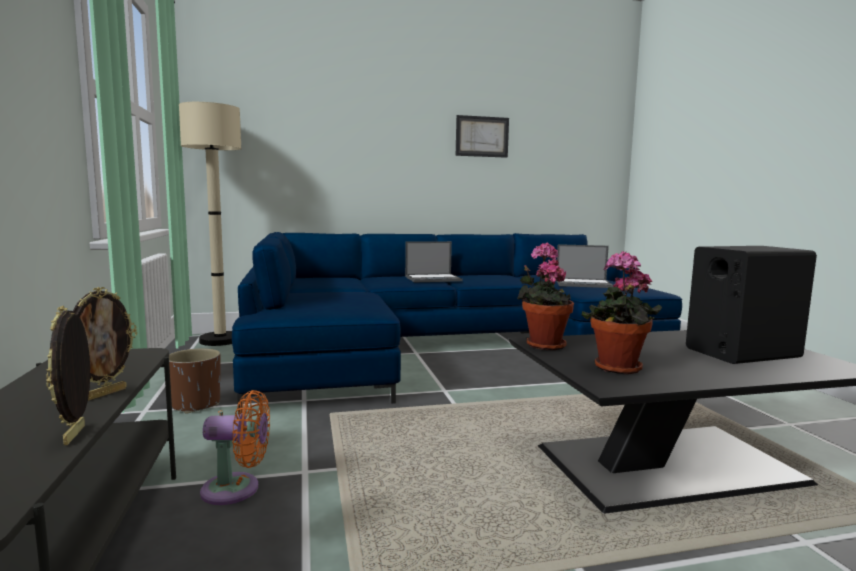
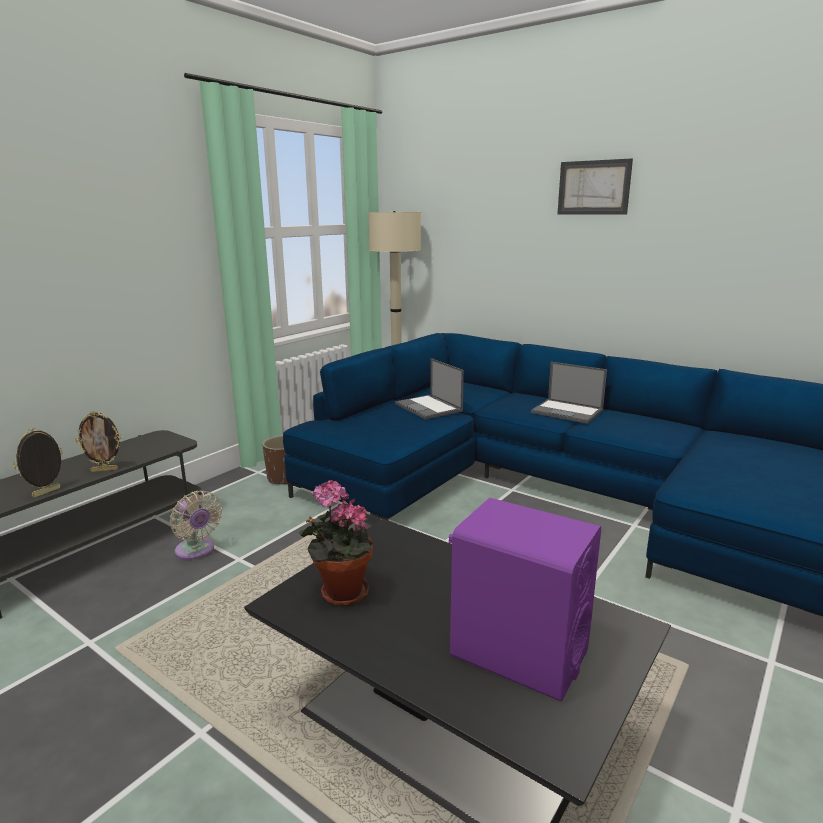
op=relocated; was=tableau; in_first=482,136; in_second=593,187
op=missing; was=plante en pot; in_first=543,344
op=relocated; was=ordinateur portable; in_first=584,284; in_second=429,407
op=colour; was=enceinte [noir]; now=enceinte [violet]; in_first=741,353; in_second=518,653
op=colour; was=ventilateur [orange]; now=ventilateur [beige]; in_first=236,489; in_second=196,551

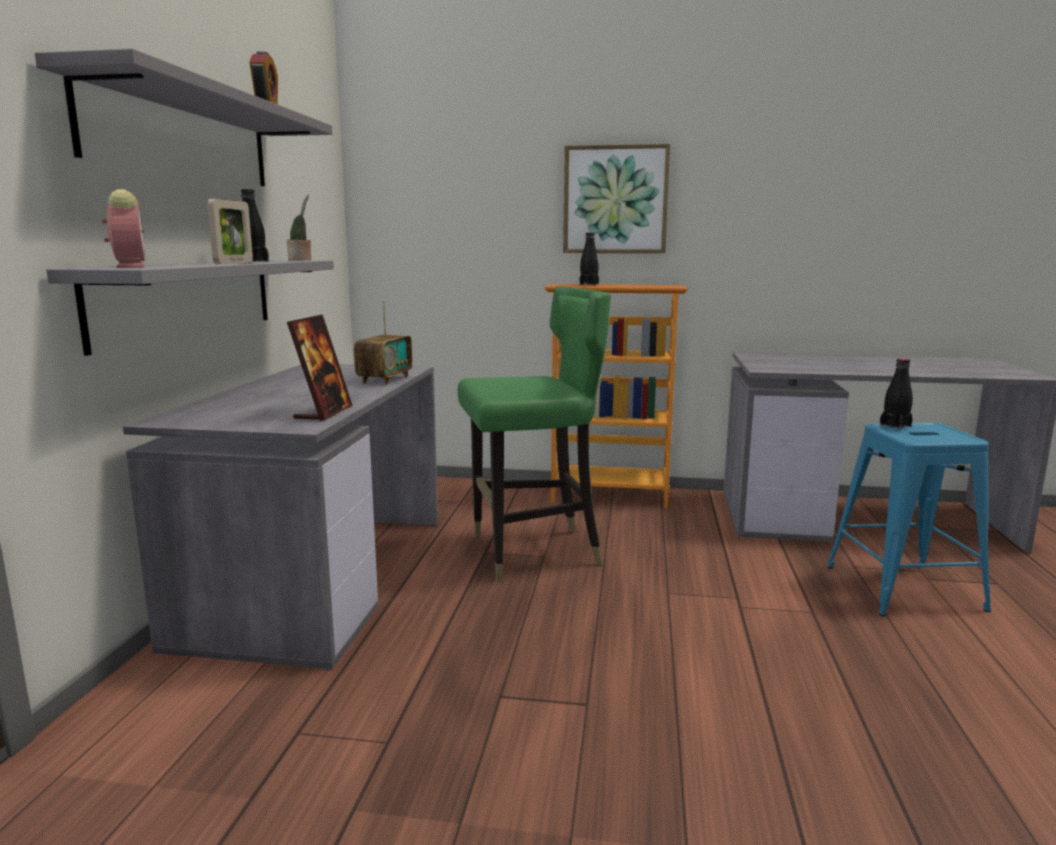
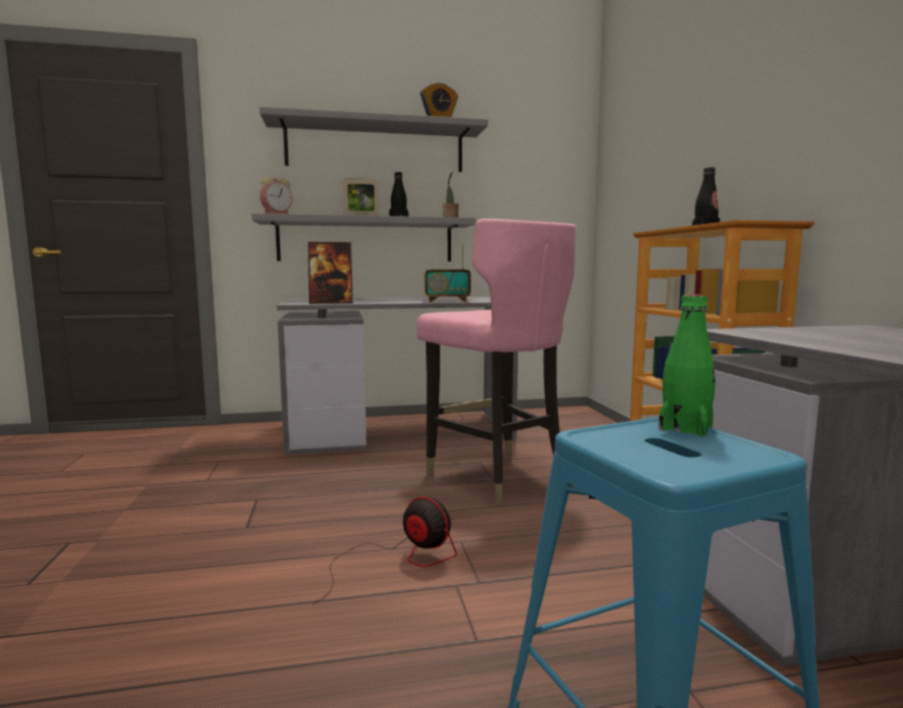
op=missing; was=tableau; in_first=615,200
op=colour; was=chaise [vert]; now=chaise [rose]; in_first=533,553; in_second=496,476
op=colour; was=bouteille [noir]; now=bouteille [vert]; in_first=895,426; in_second=685,428
op=appeared; now=ventilateur; in_second=399,560

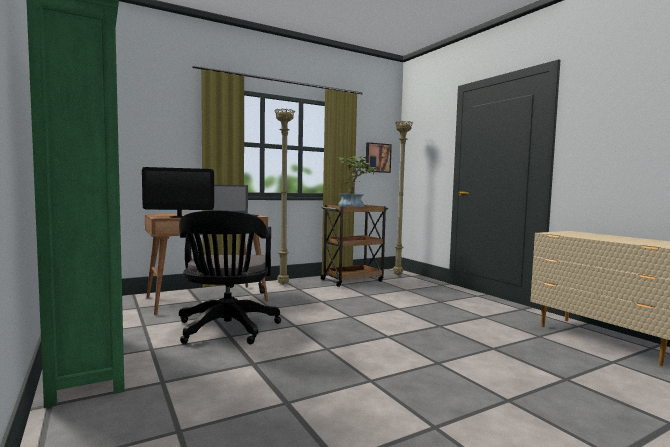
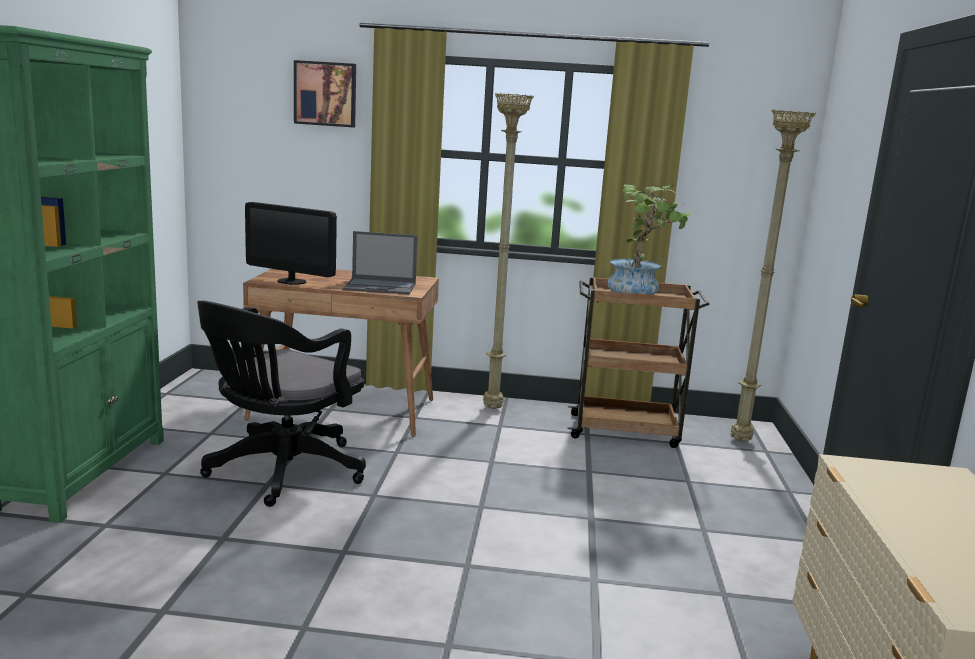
op=relocated; was=tableau; in_first=377,158; in_second=325,94

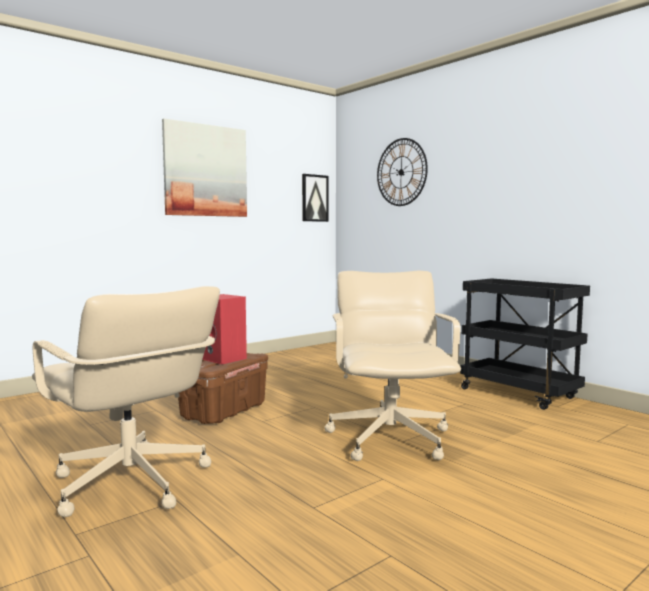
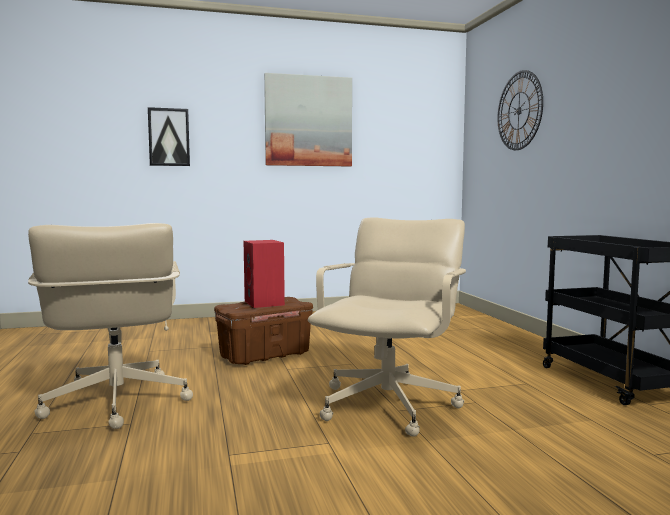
op=relocated; was=tableau; in_first=314,198; in_second=169,137

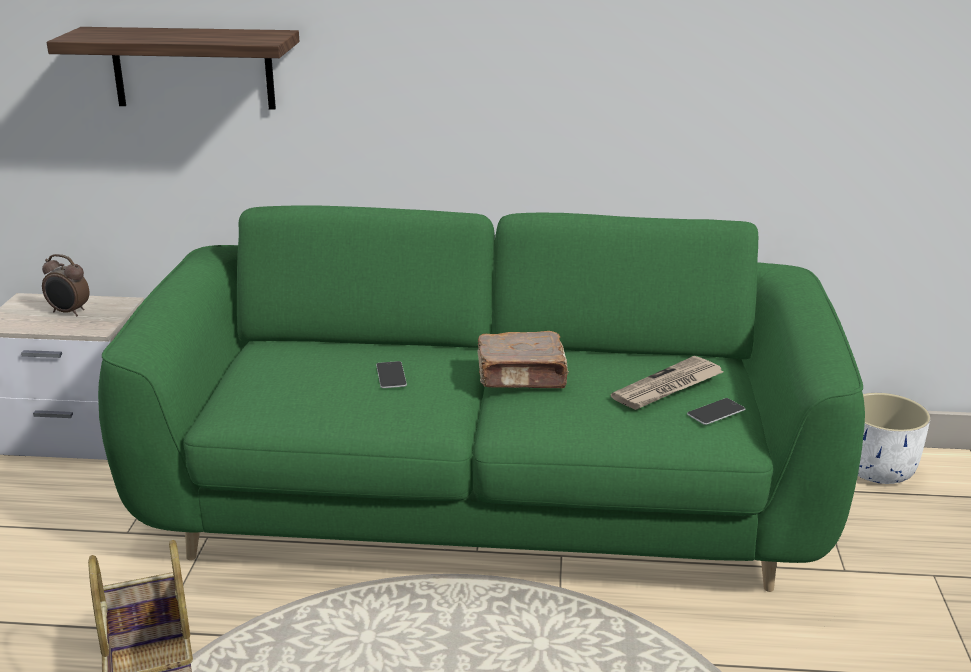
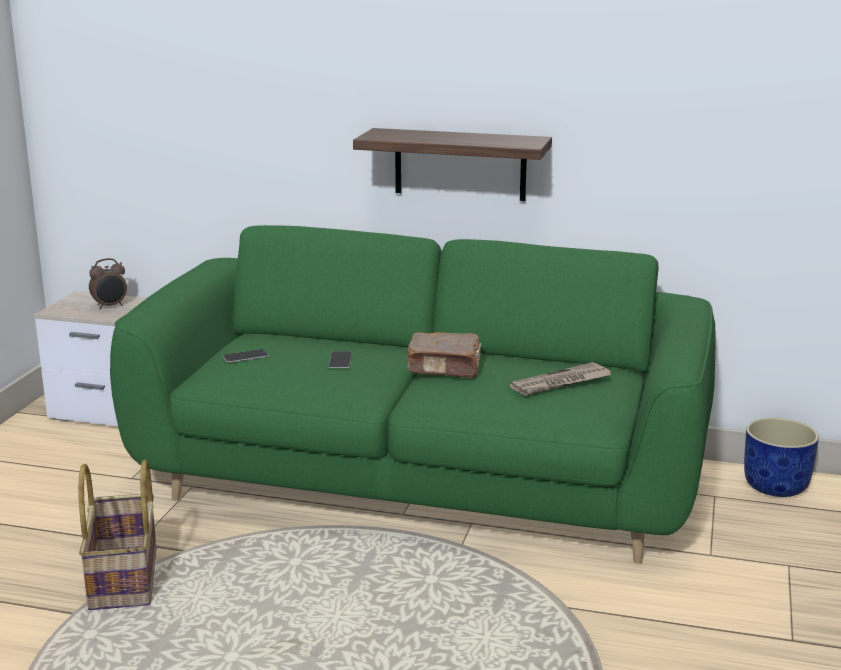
op=relocated; was=étagère; in_first=193,68; in_second=460,164
op=spun; was=réveil; in_first=69,312; in_second=110,306; clockwise=-60
op=colour; was=cache-pot [blanc]; now=cache-pot [bleu]; in_first=879,470; in_second=776,486
op=relocated; was=téléphone; in_first=716,412; in_second=245,356

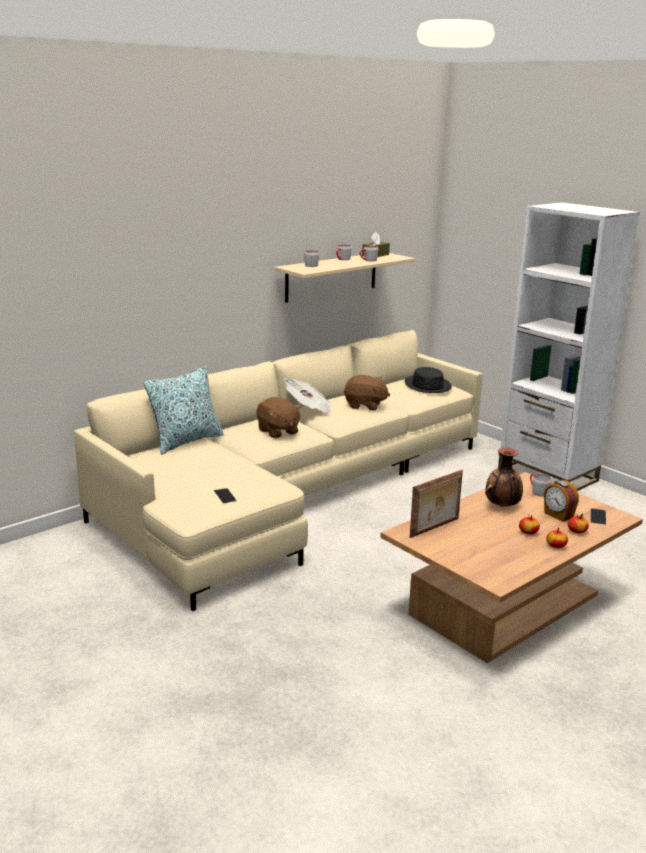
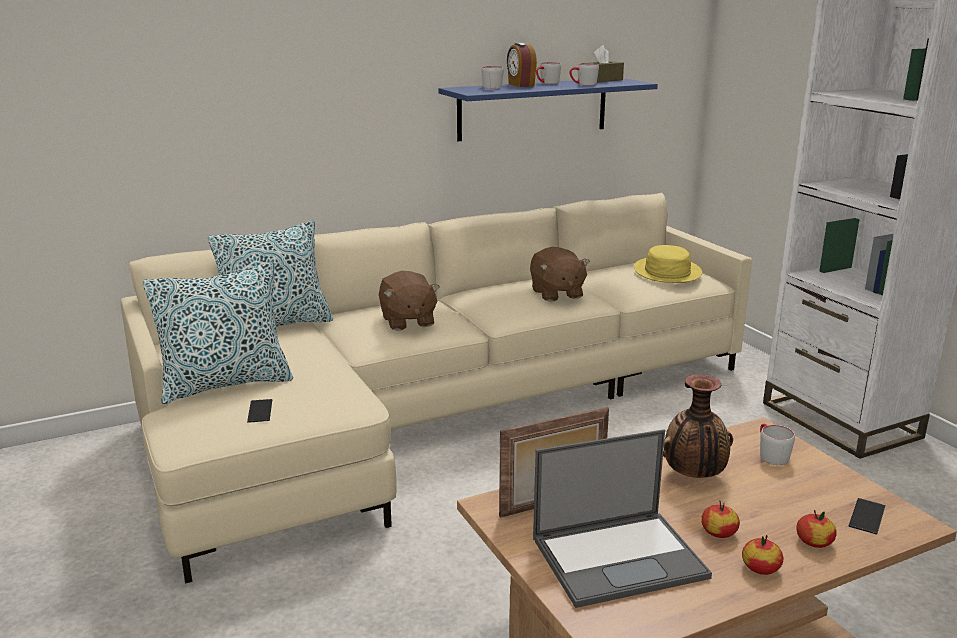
op=colour; was=étagère [beige]; now=étagère [bleu]; in_first=331,276; in_second=533,108
op=colour; was=chapeau [noir]; now=chapeau [jaune]; in_first=427,385; in_second=667,272
op=spun; was=peluche [marron]; in_first=365,405; in_second=556,294; clockwise=45
op=missing; was=journal; in_first=309,409
op=relocated; was=réveil; in_first=558,515; in_second=520,85
op=appeared; now=coussin; in_second=226,384
op=appeared; now=ordinateur portable; in_second=620,557

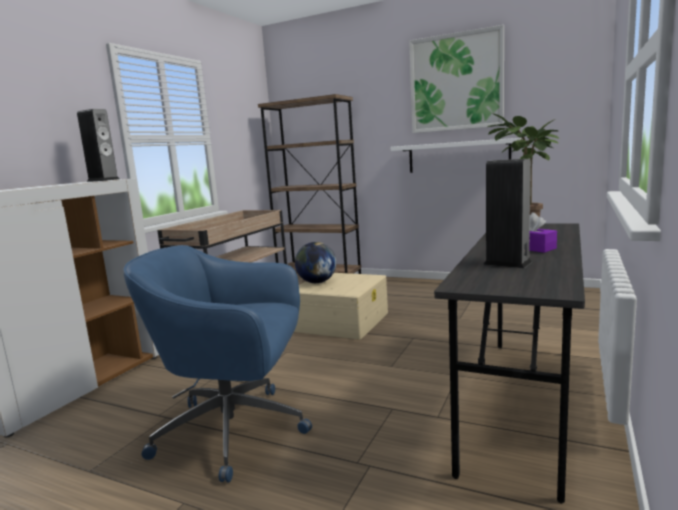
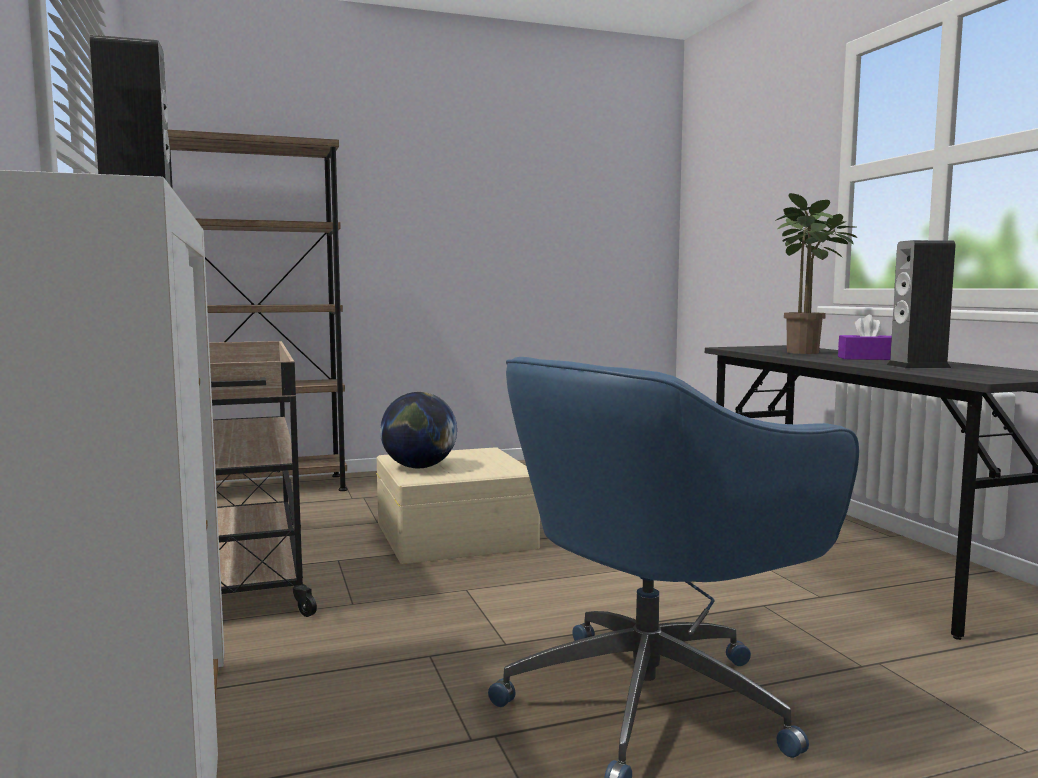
op=missing; was=tableau; in_first=456,82
op=missing; was=étagère [blanc]; in_first=458,156

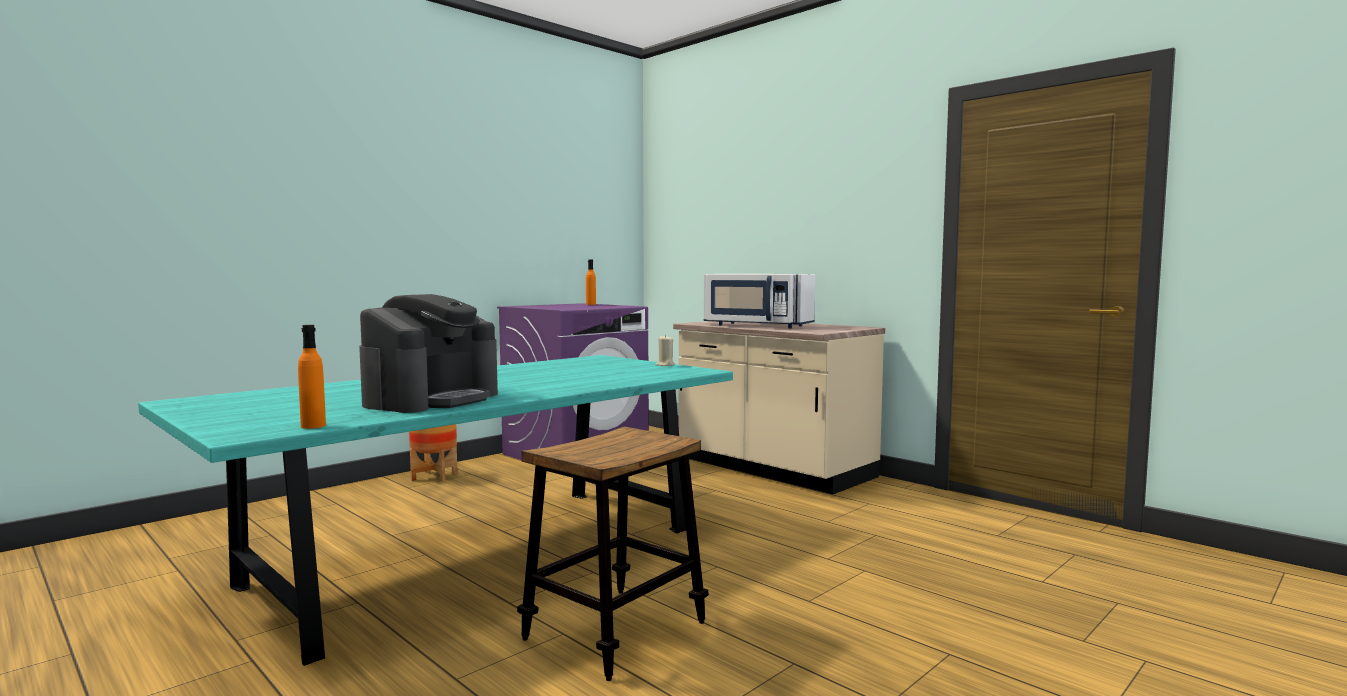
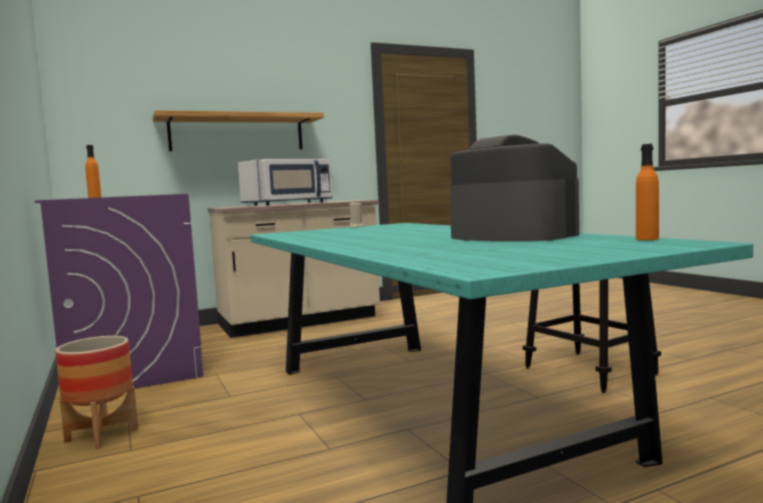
op=appeared; now=étagère; in_second=237,133

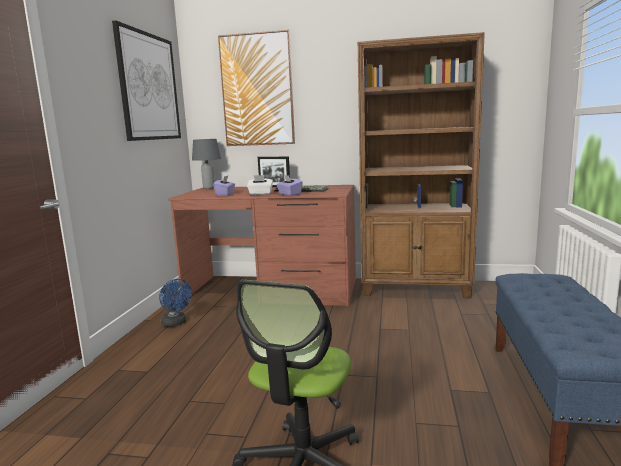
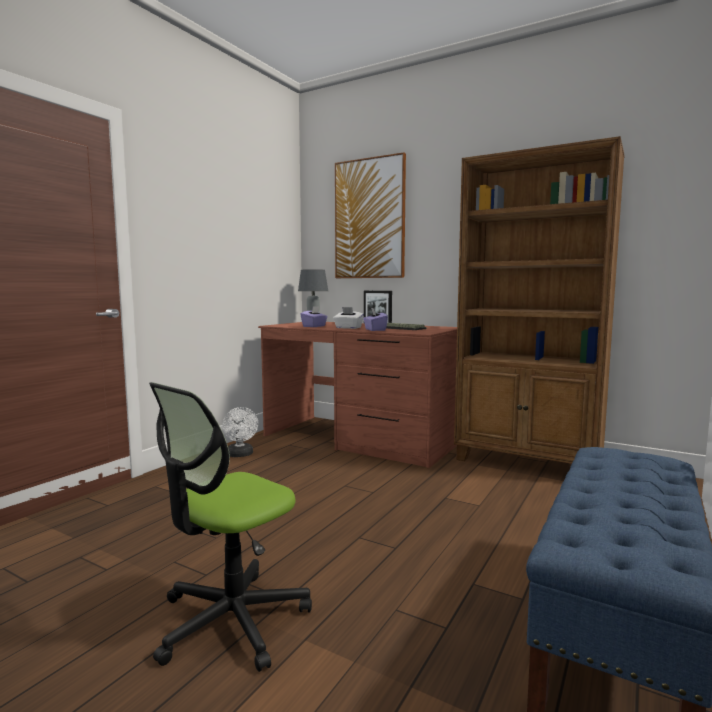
op=missing; was=tableau; in_first=149,87
op=colour; was=ventilateur [bleu]; now=ventilateur [blanc]; in_first=176,323; in_second=240,455

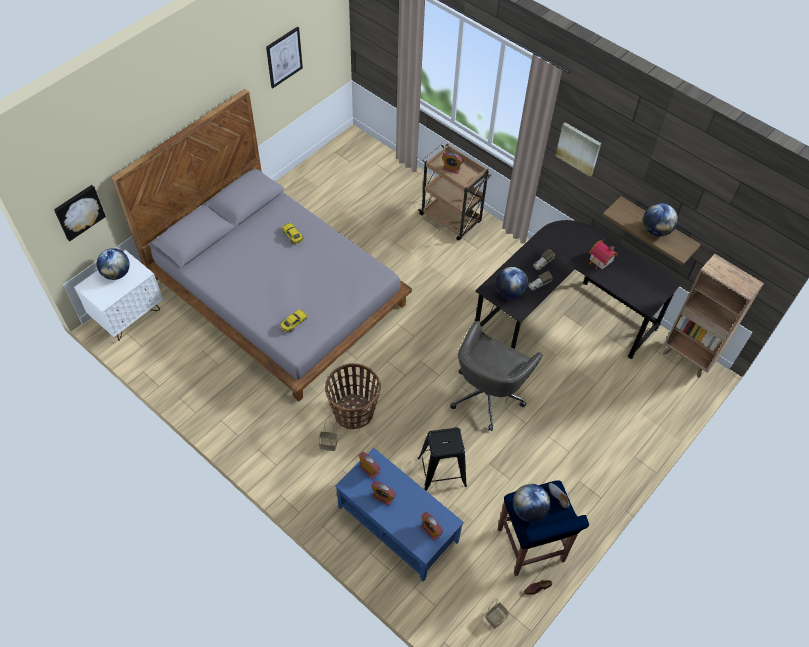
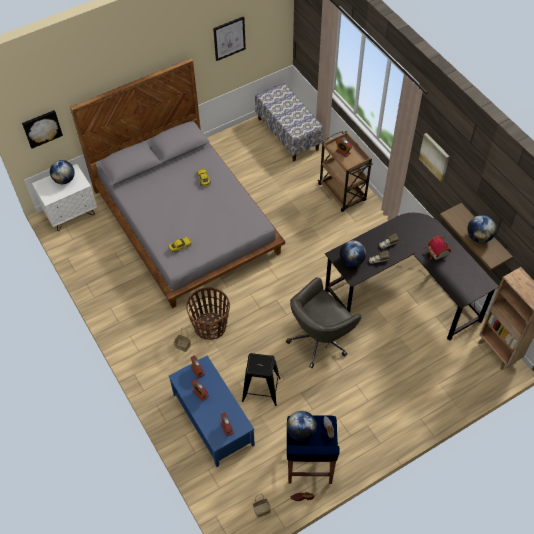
op=appeared; now=banc; in_second=288,134

